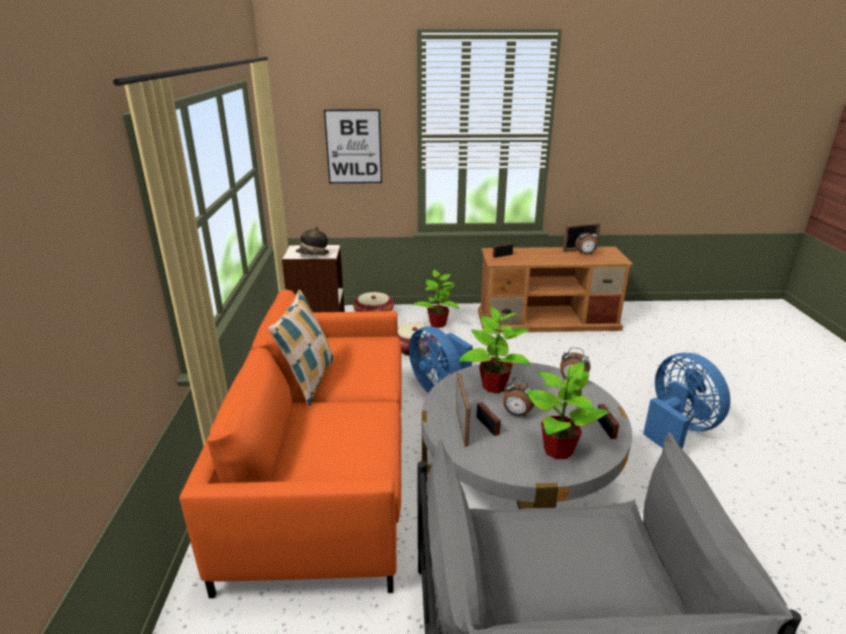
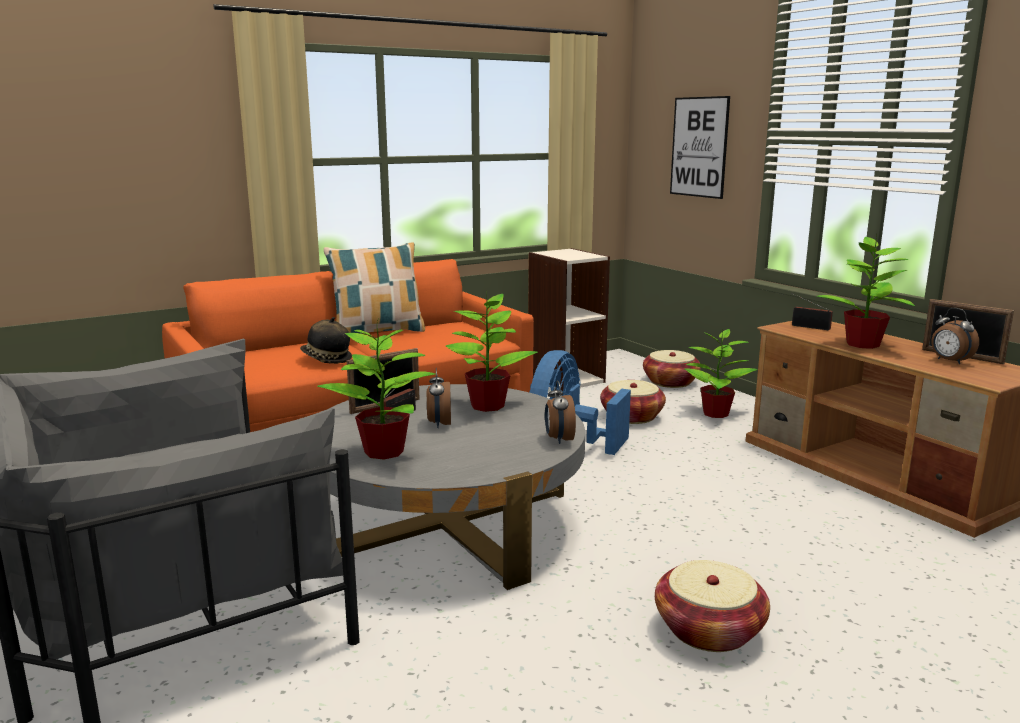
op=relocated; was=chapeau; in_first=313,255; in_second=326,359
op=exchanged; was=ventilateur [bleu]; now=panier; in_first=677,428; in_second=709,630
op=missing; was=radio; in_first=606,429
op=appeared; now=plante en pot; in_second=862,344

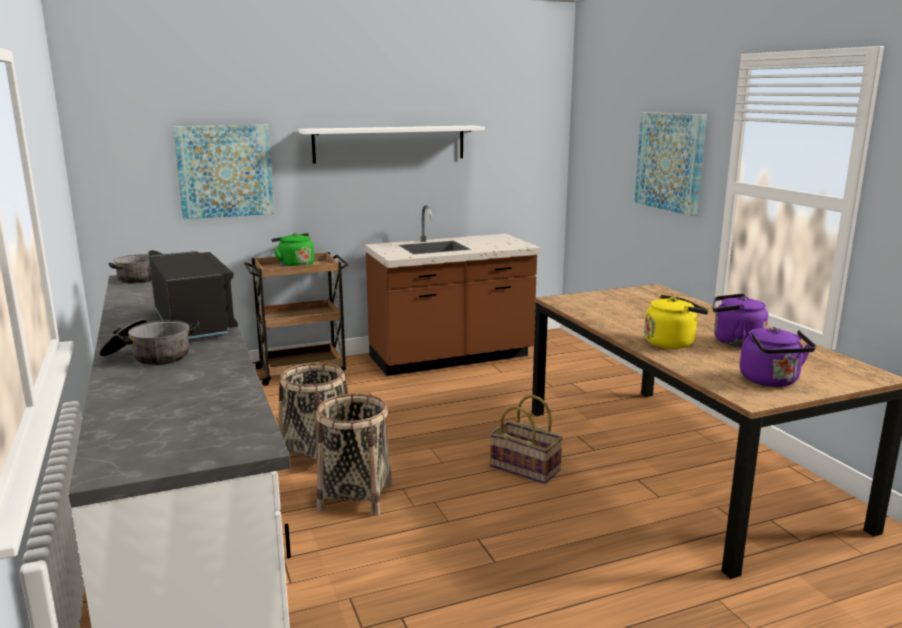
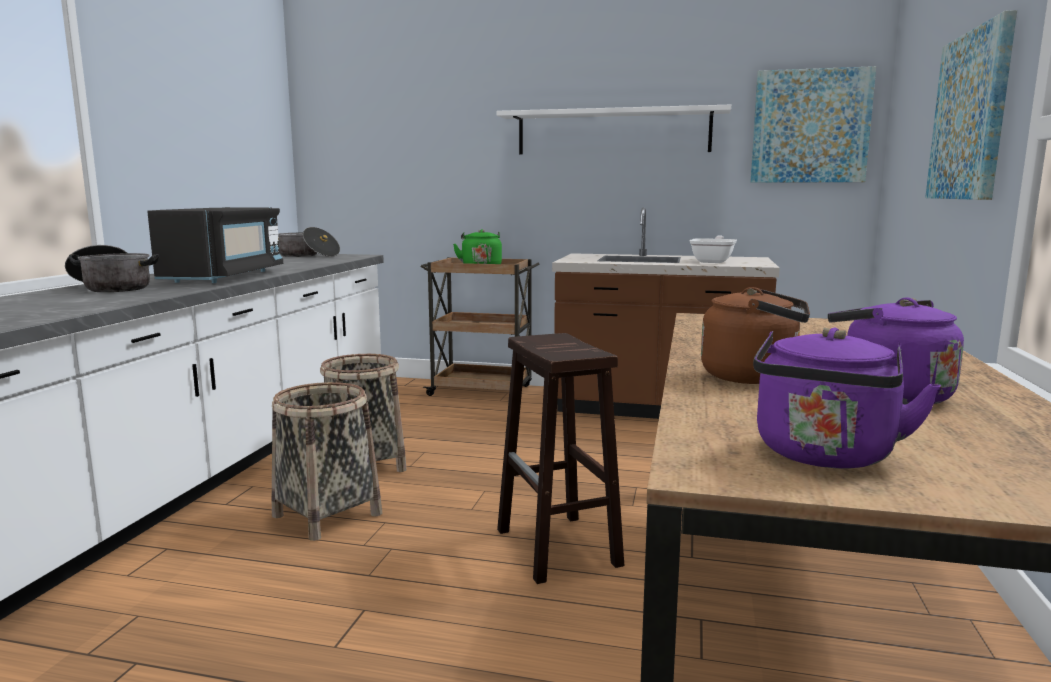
op=relocated; was=tableau; in_first=225,171; in_second=810,126
op=colour; was=bouilloire [jaune]; now=bouilloire [marron]; in_first=671,343; in_second=754,377
op=exchanged; was=panier; now=tabouret [marron]; in_first=526,468; in_second=559,548
op=appeared; now=poêle; in_second=713,261

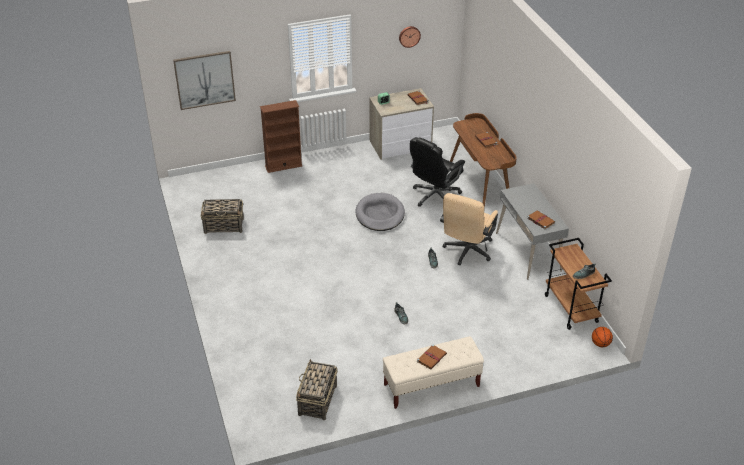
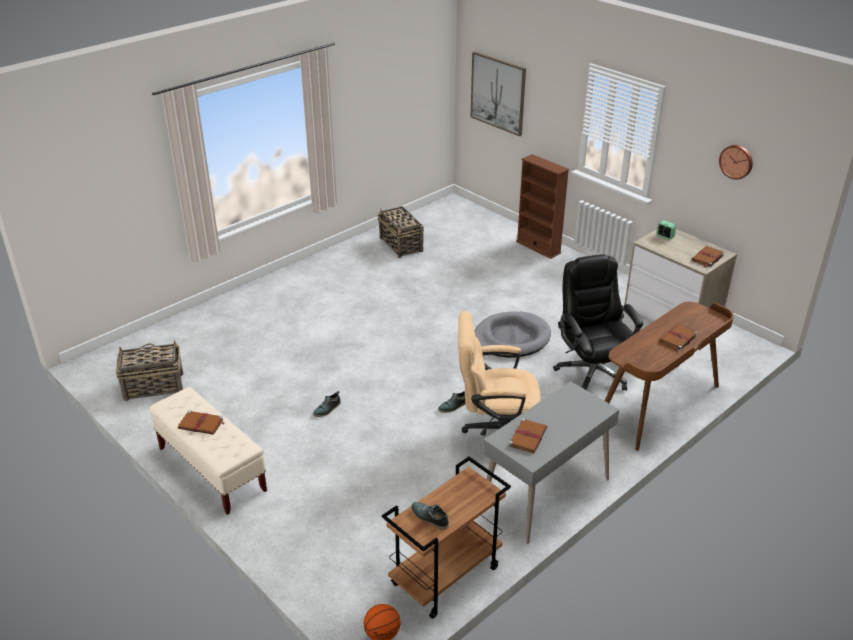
op=spun; was=chaise de bureau [noir]; in_first=435,196; in_second=592,371; clockwise=60

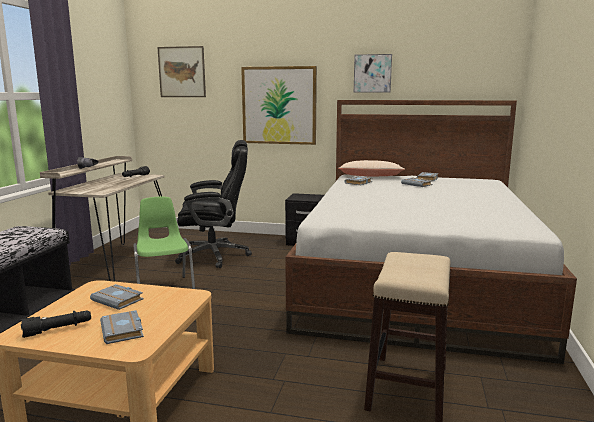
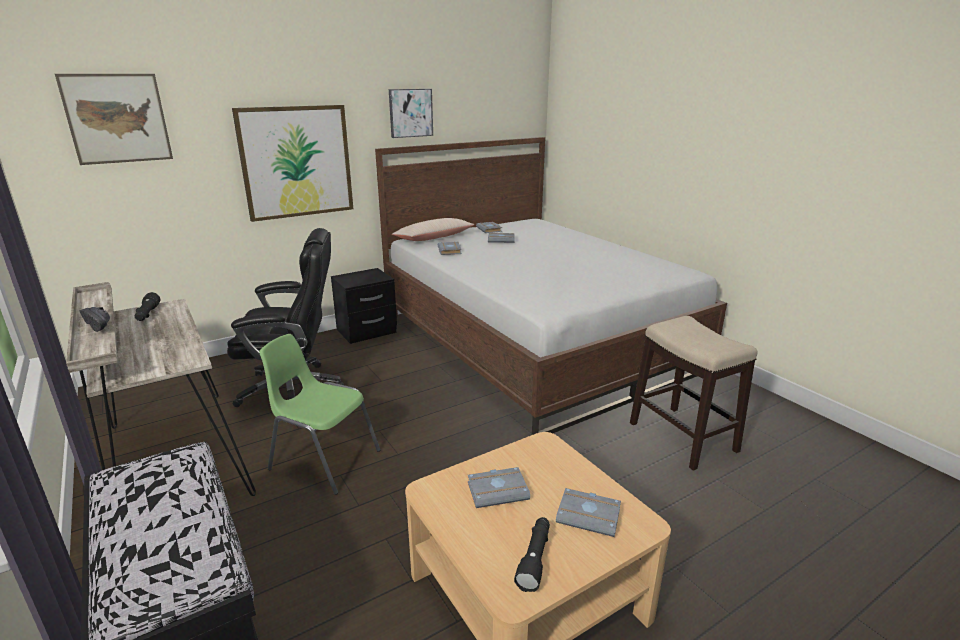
op=spun; was=chaise de bureau [noir]; in_first=215,255; in_second=294,389; clockwise=45

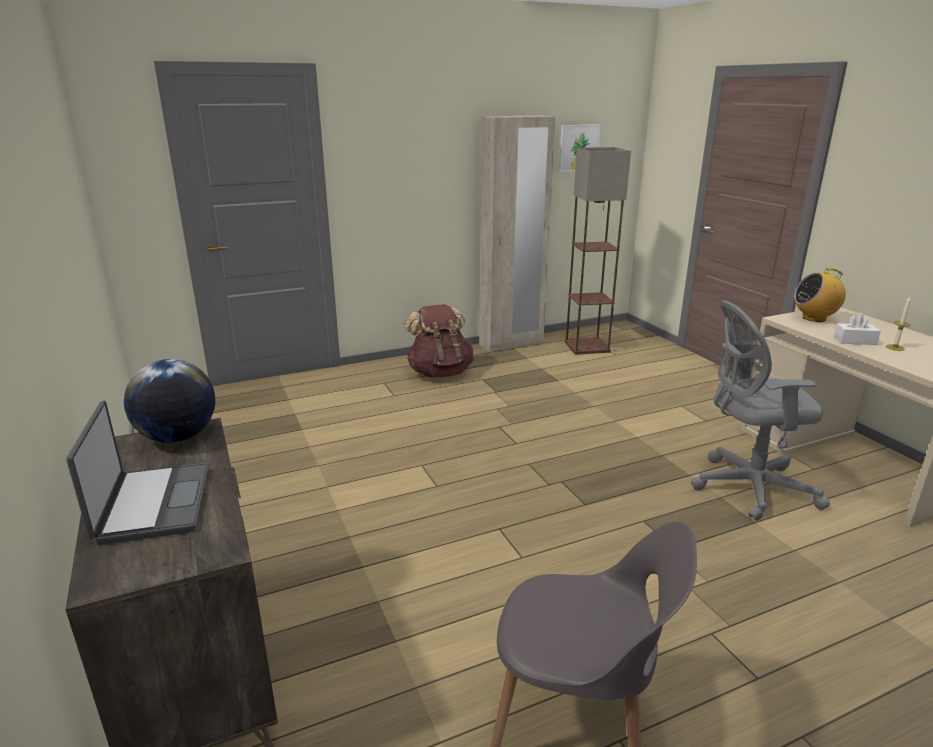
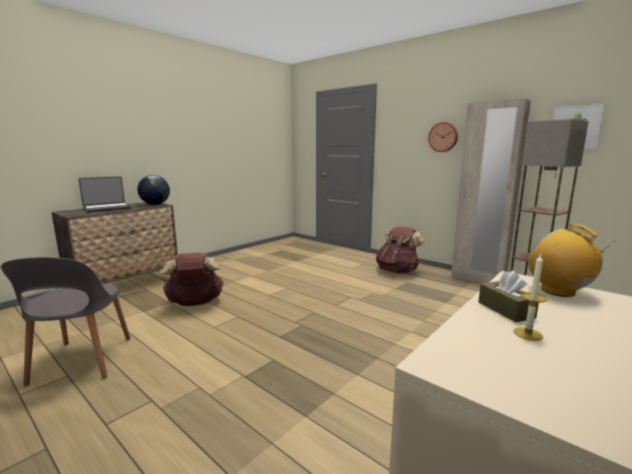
op=missing; was=chaise de bureau [gris]; in_first=747,487
op=colour; was=boîte à mouchoirs [blanc]; now=boîte à mouchoirs [marron]; in_first=854,341; in_second=505,310
op=appeared; now=horloge murale; in_second=443,137
op=appeared; now=sac à dos [marron]; in_second=195,304

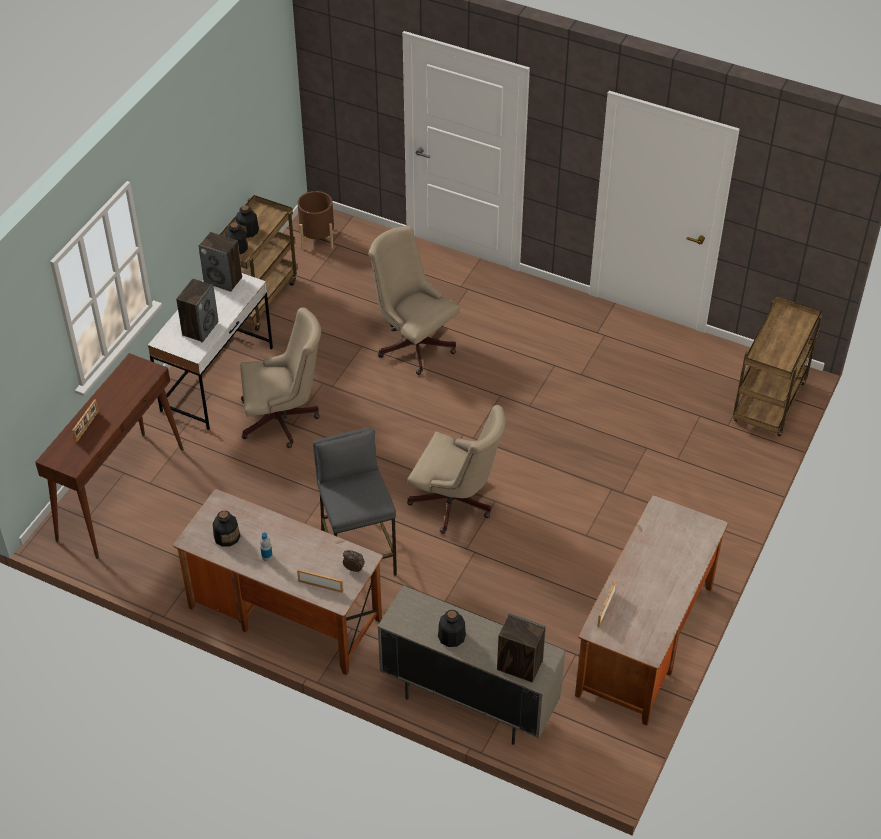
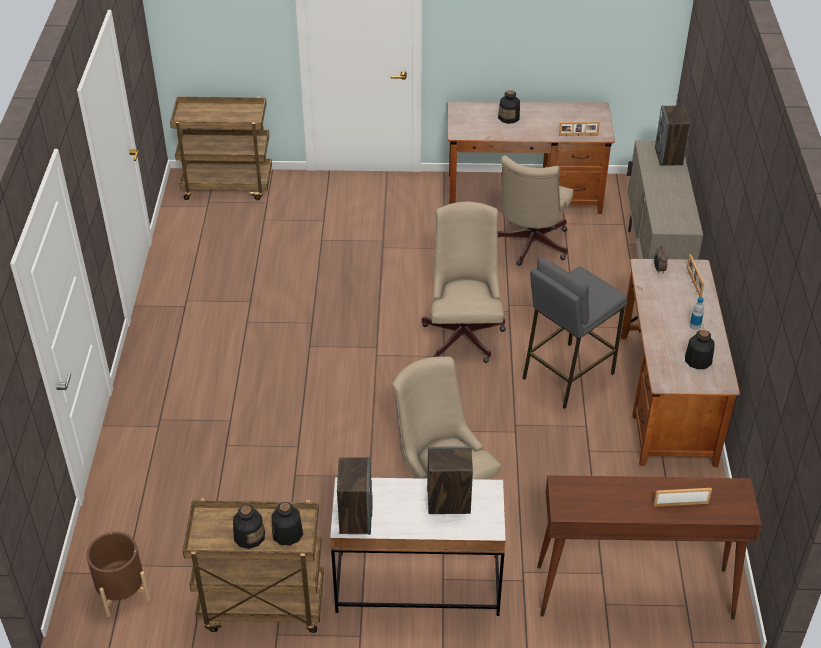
op=relocated; was=chaise de bureau [beige]; in_first=413,343; in_second=529,246
op=relocated; was=bouteille; in_first=451,636; in_second=509,117

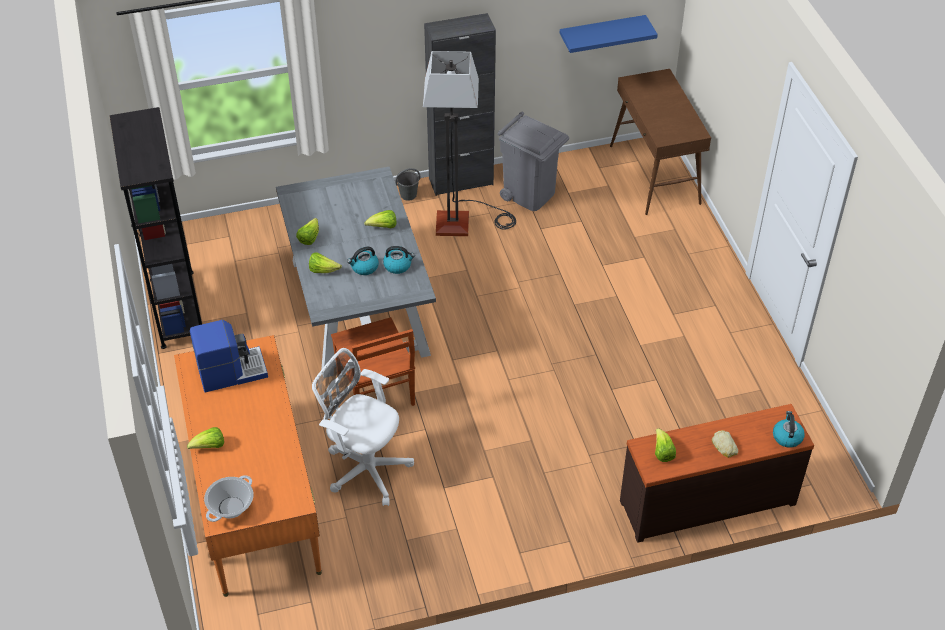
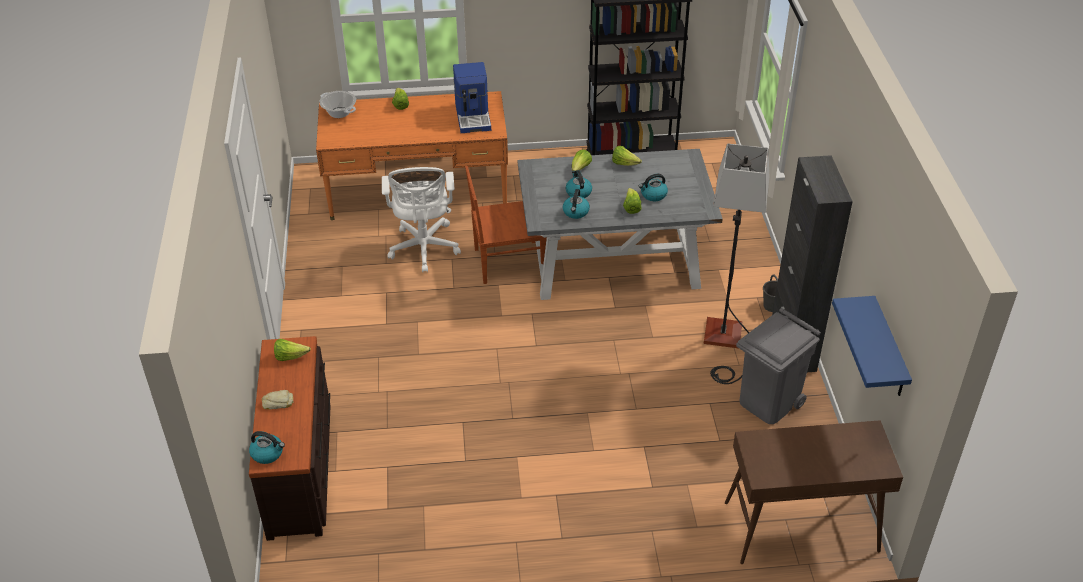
op=spun; was=chaise de bureau [blanc]; in_first=365,467; in_second=424,249; clockwise=135
op=appeared; now=bouilloire; in_second=653,195

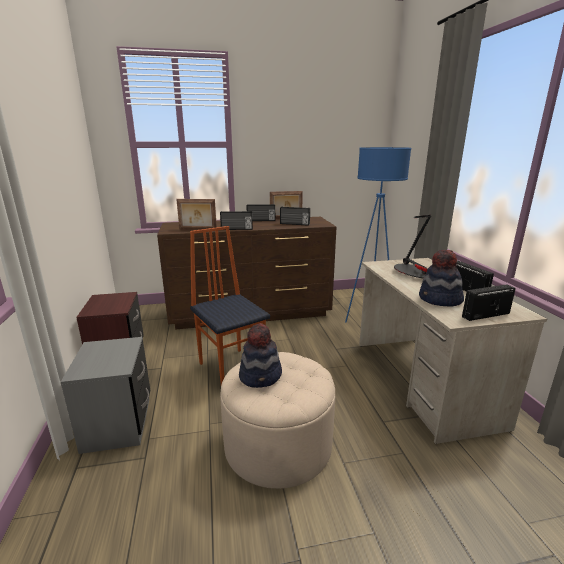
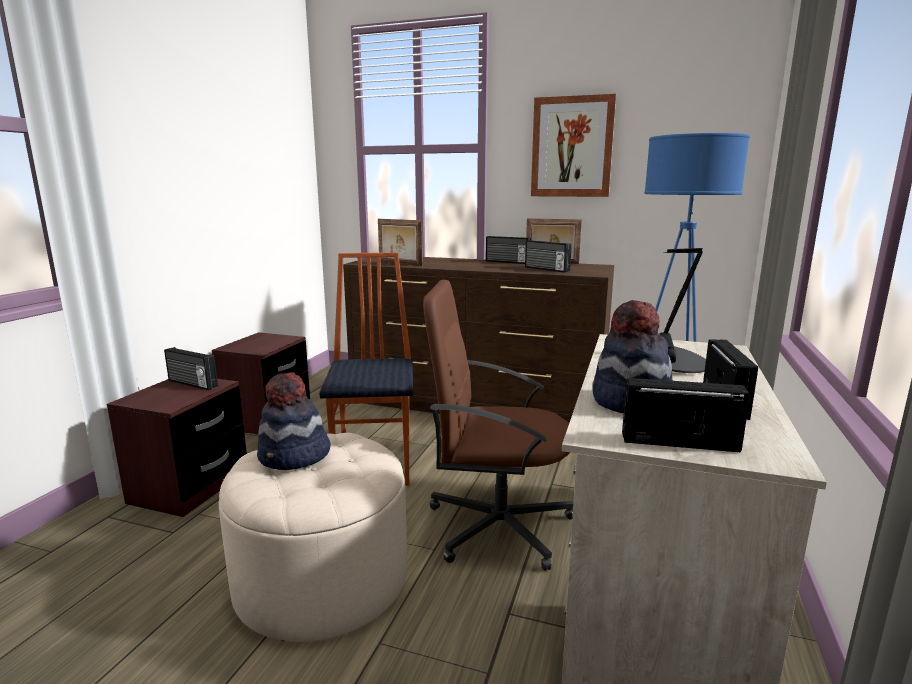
op=relocated; was=radio; in_first=237,229; in_second=191,384
op=colour; was=table de chevet [gris]; now=table de chevet [marron]; in_first=118,424; in_second=189,487
op=appeared; now=tableau; in_second=572,147
op=appeared; now=chaise de bureau [marron]; in_second=497,525

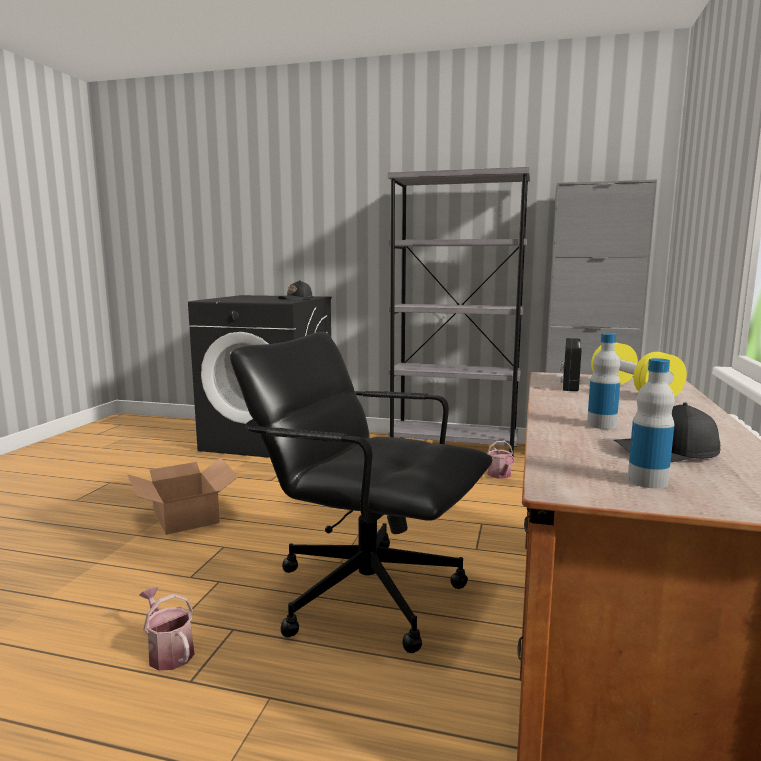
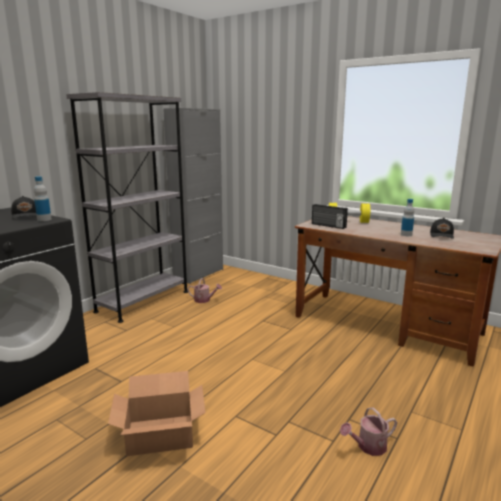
op=missing; was=chaise de bureau [noir]; in_first=365,592
op=relocated; was=bouteille; in_first=647,481; in_second=44,219

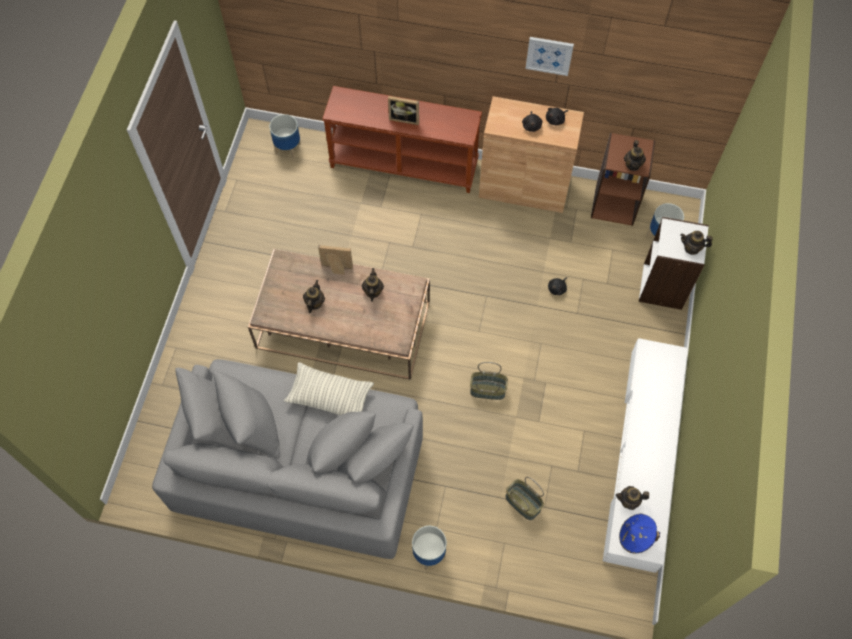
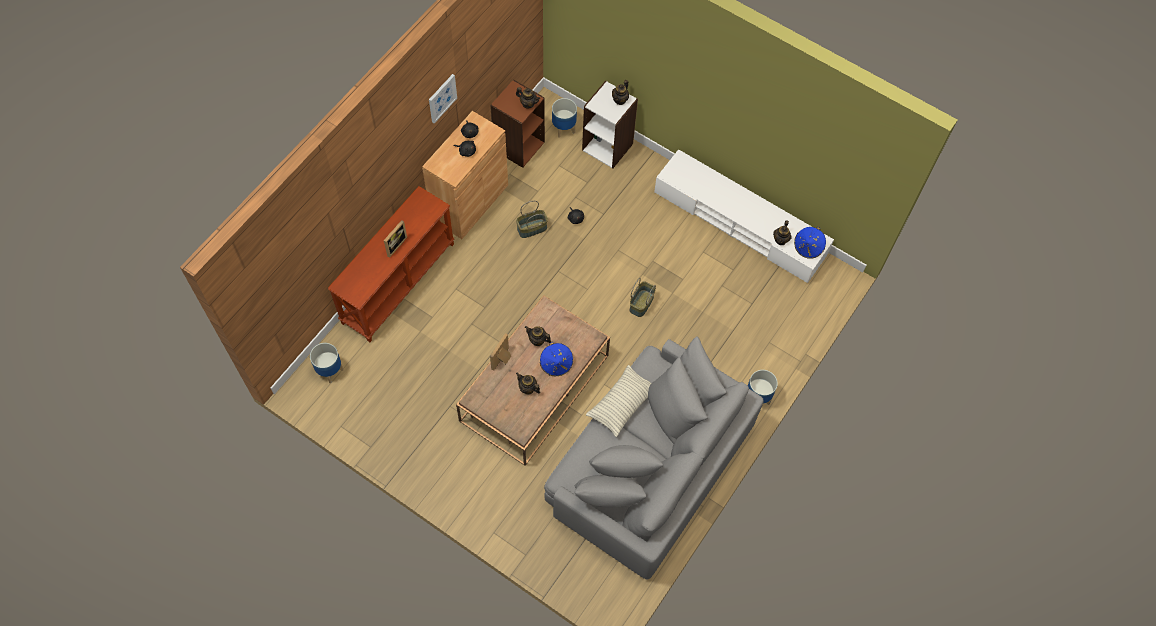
op=relocated; was=panier; in_first=522,503; in_second=532,229
op=appeared; now=chapeau [bleu]; in_second=556,364

